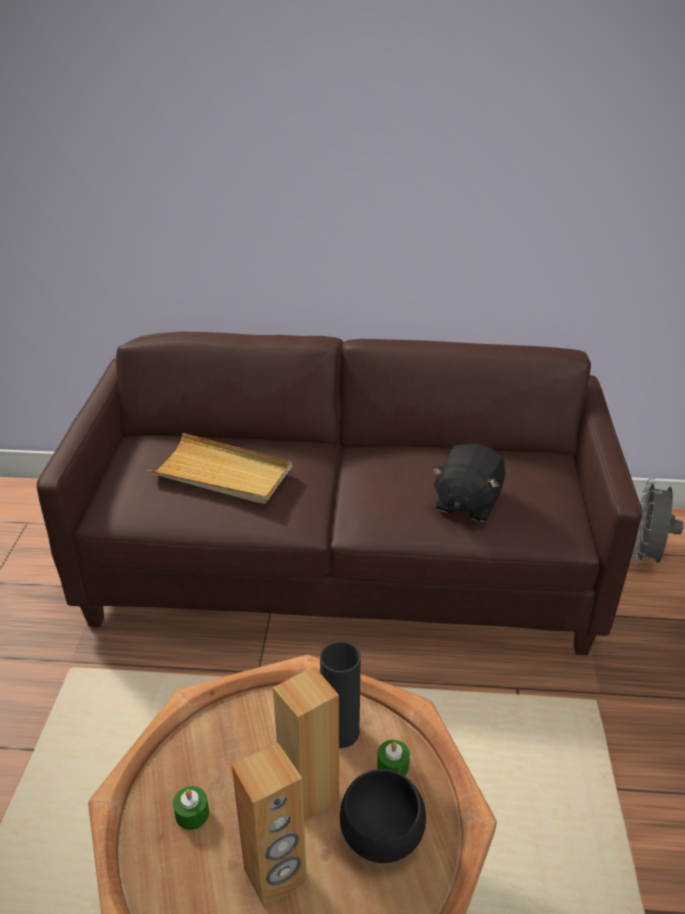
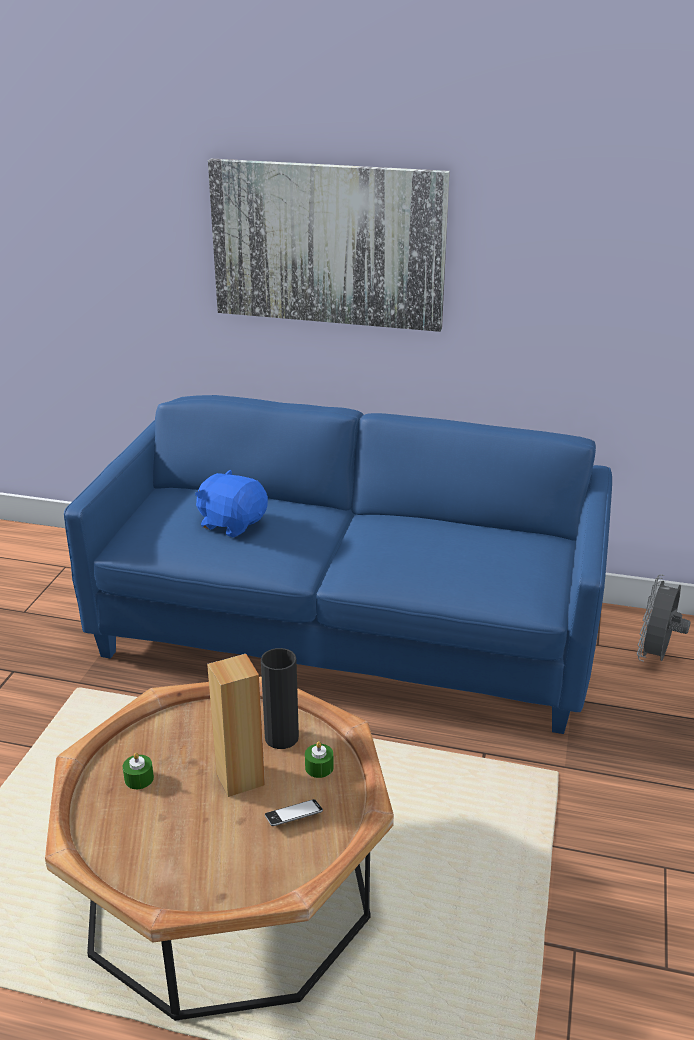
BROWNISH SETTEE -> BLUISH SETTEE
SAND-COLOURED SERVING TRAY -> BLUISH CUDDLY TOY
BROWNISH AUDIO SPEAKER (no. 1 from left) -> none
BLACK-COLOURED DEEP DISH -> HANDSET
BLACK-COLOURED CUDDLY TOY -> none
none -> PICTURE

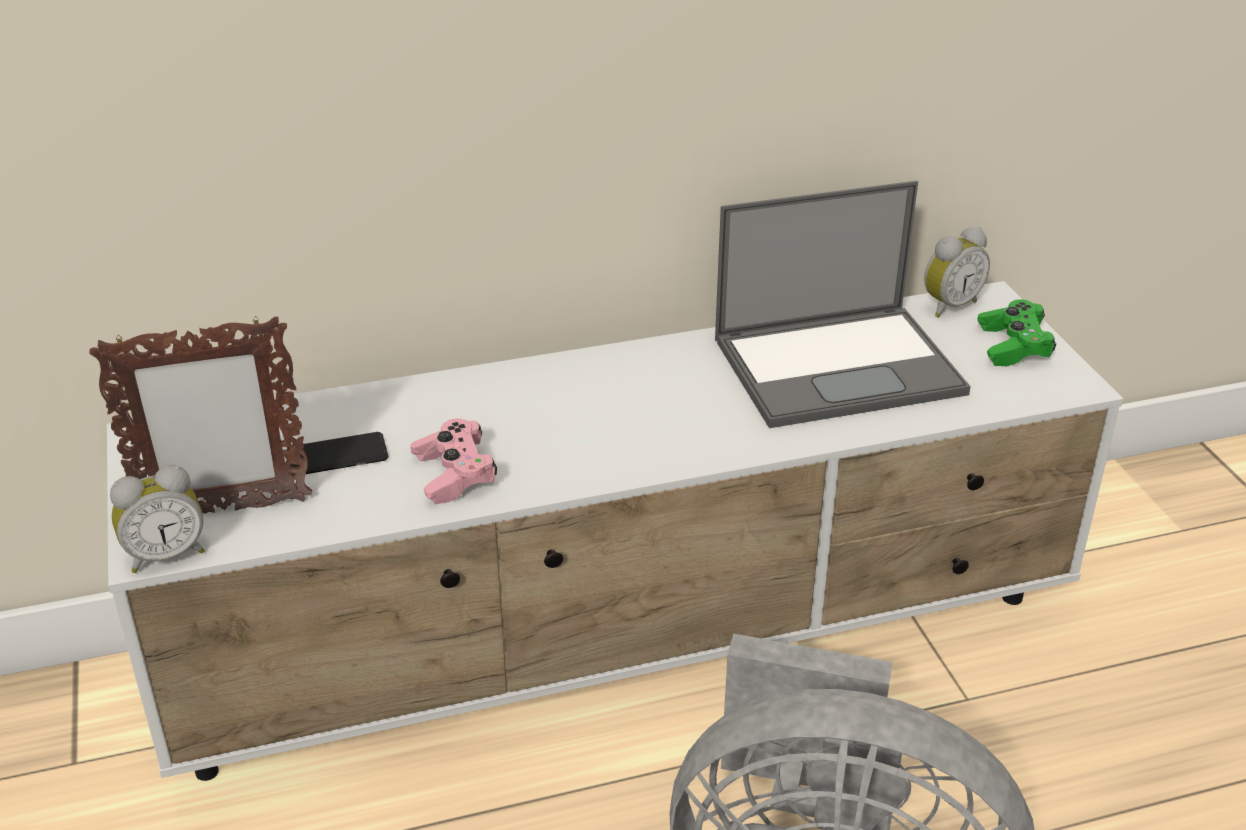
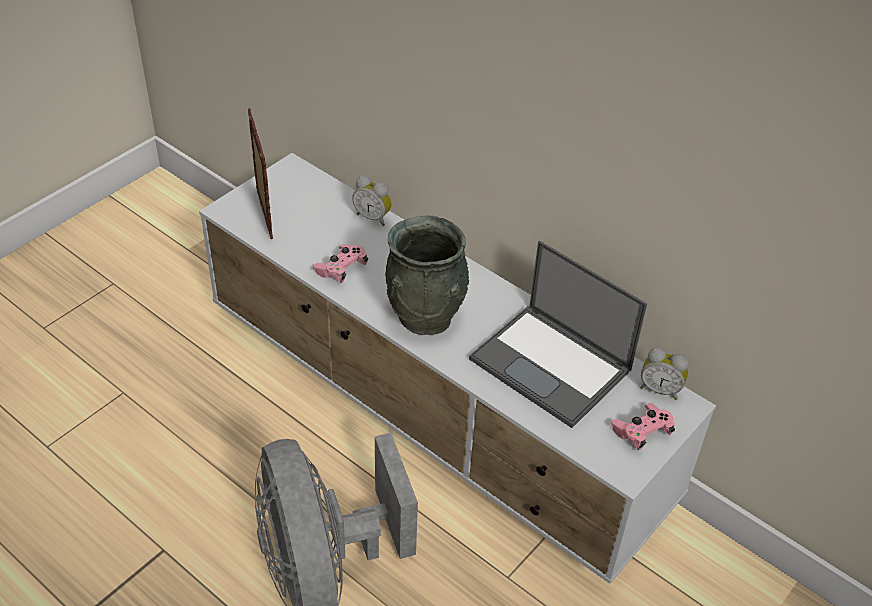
PHOTO FRAME, 150 degrees counterclockwise
TABLE CLOCK (no. 1 from left), relocated
HANDSET -> none
GREEN-COLOURED JOYPAD -> PINKISH JOYPAD (no. 2 from left)
none -> GRAY FLOWER VASE

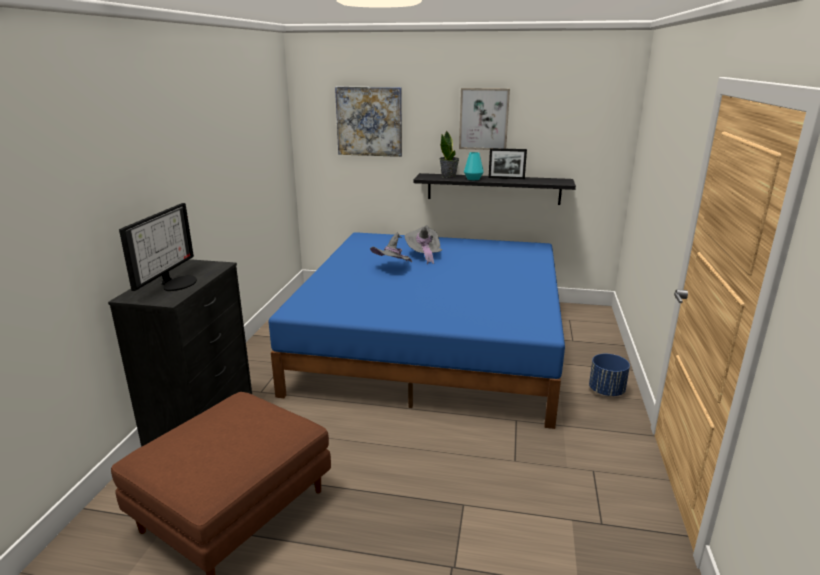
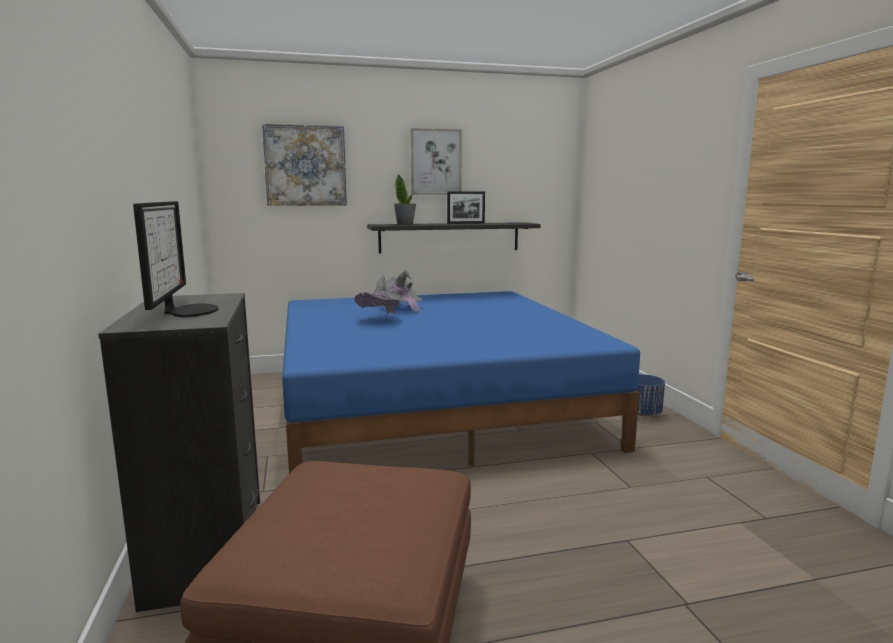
TURQUOISE-COLOURED FLOWER VASE -> none

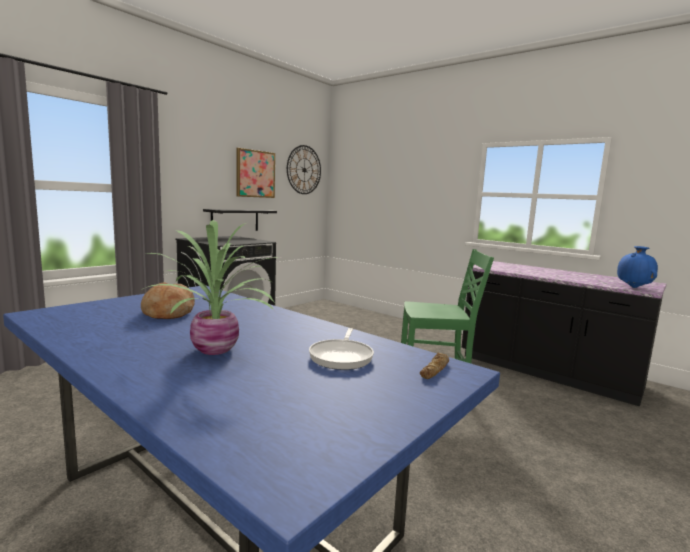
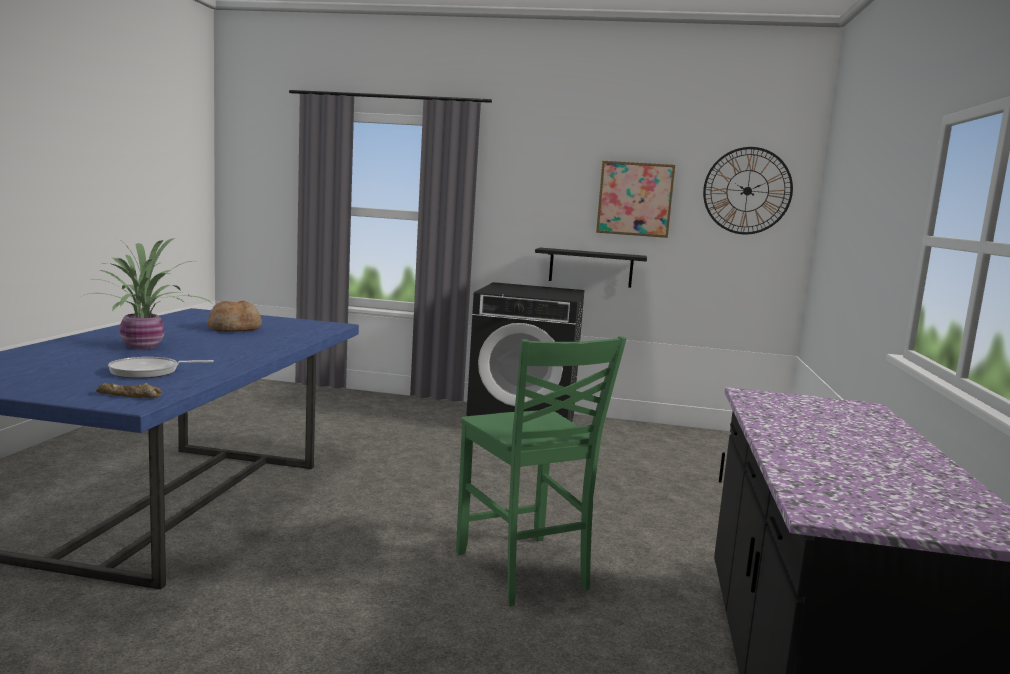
BLUISH FLOWER VASE -> none

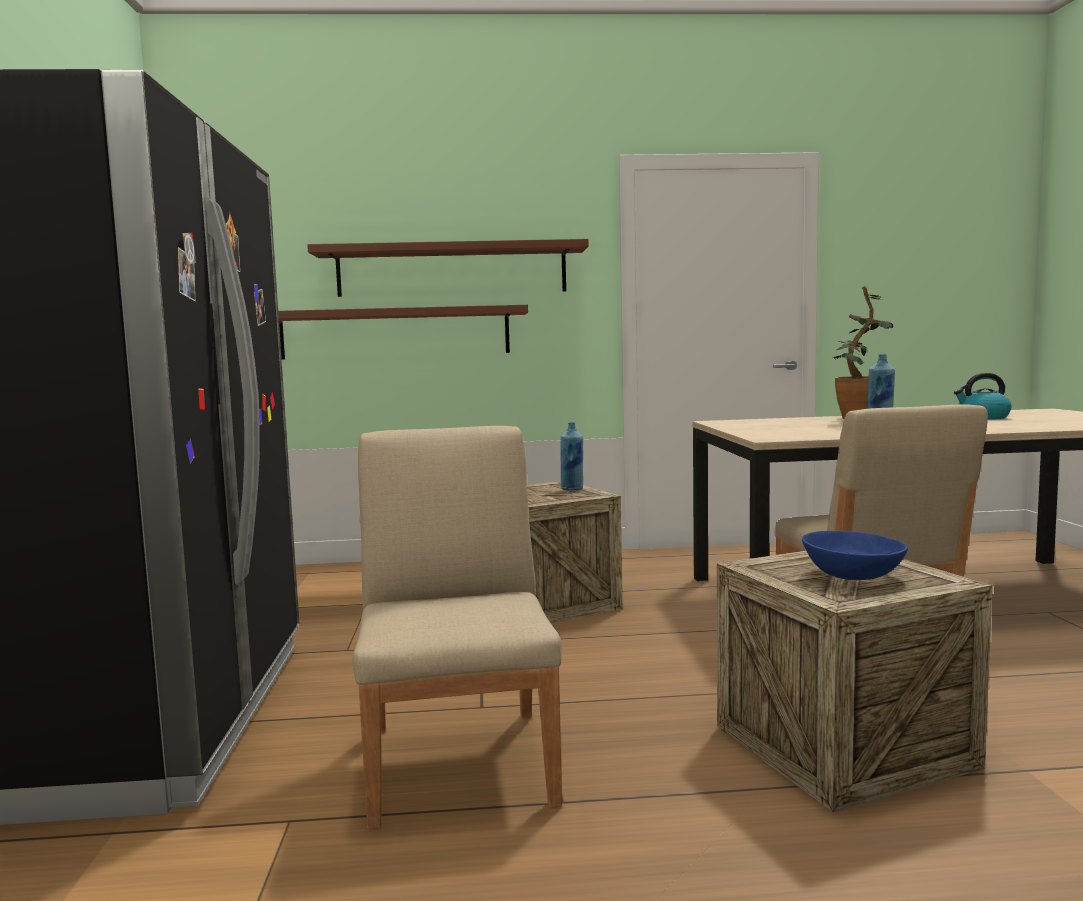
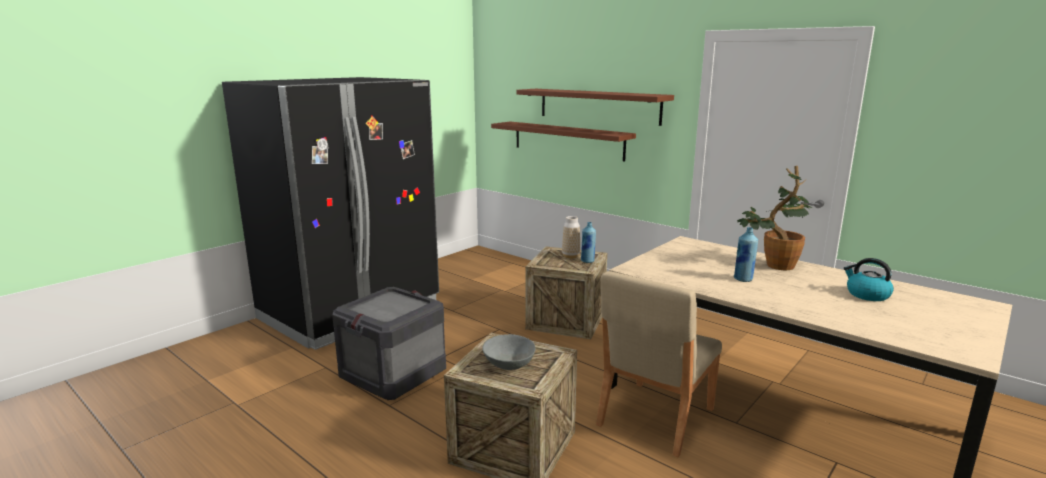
SAND-COLOURED PLAIN CHAIR (no. 1 from left) -> PACKING CRATE (no. 1 from left)
BLUISH DEEP DISH -> GRAY DEEP DISH
none -> FLOWER VASE

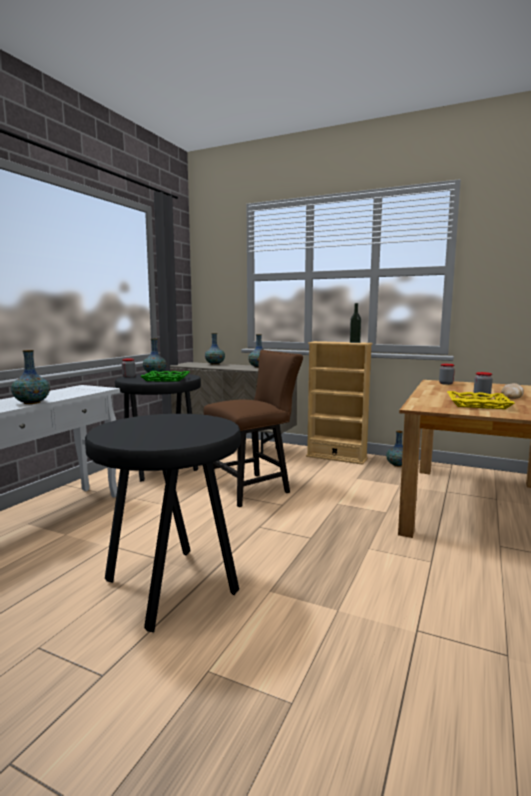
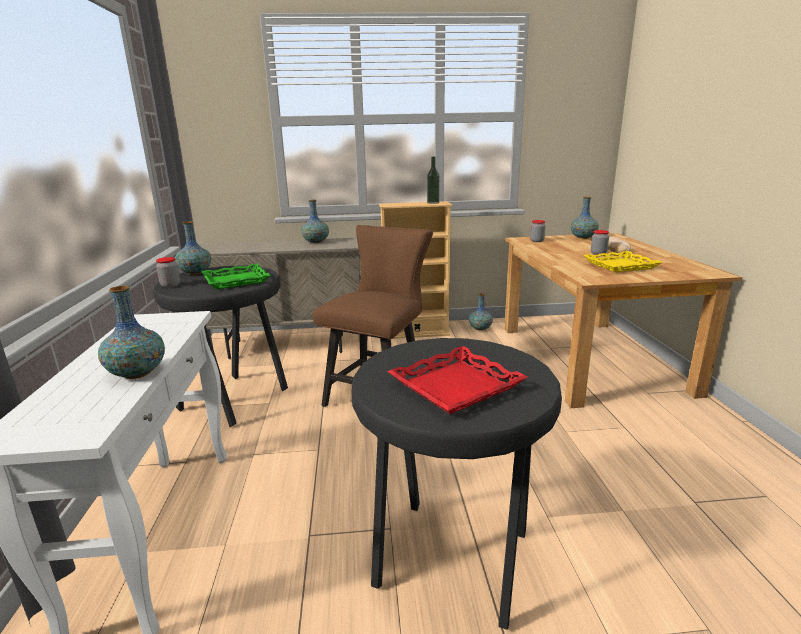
FLOWER VASE (no. 3 from left in the first image) -> FLOWER VASE (no. 5 from left), relocated
none -> RED SERVING TRAY

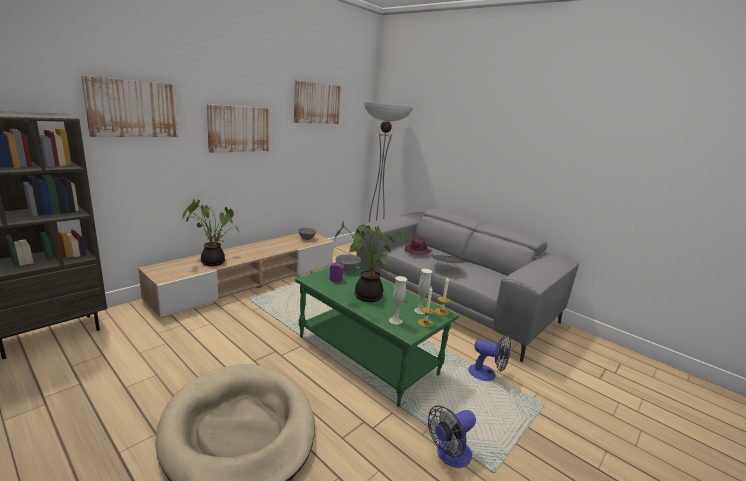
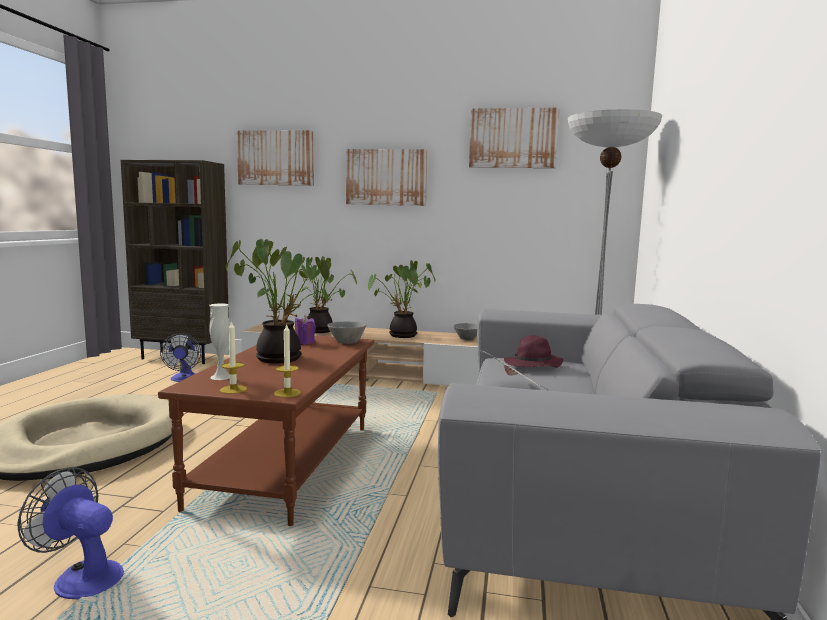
GREEN-COLOURED COFFEE TABLE -> BROWNISH COFFEE TABLE
WHITISH FLOWER VASE (no. 2 from left) -> none
ELECTRIC FAN (no. 2 from left), relocated
none -> HOUSEPLANT (no. 3 from left)

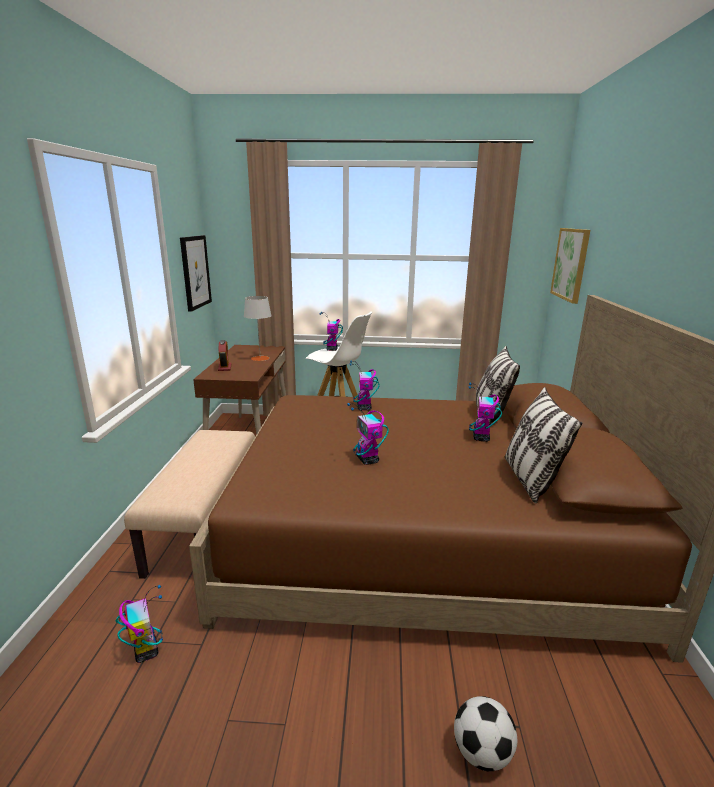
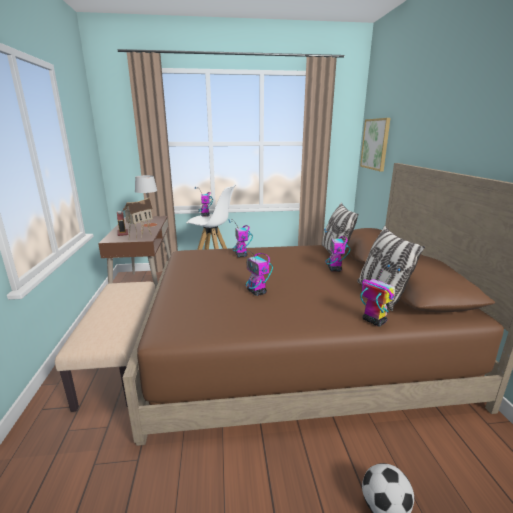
ROBOT FIGURE (no. 1 from left in the first image) -> ROBOT FIGURE (no. 5 from left), relocated
PICTURE (no. 1 from left) -> none
none -> MODEL HOUSE

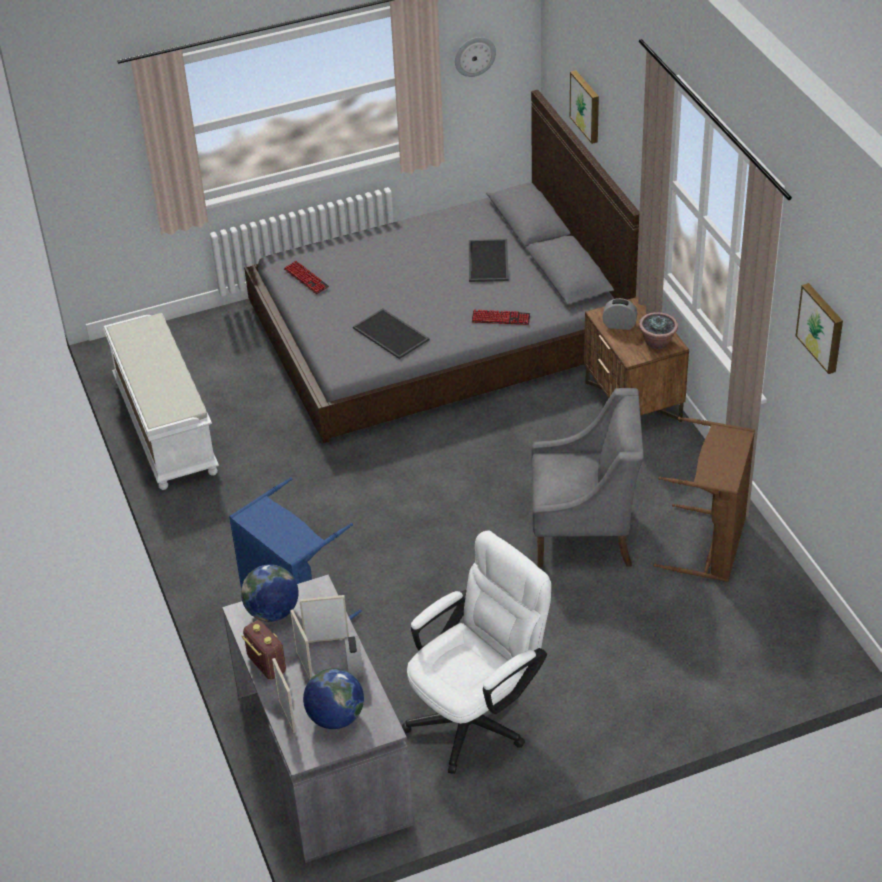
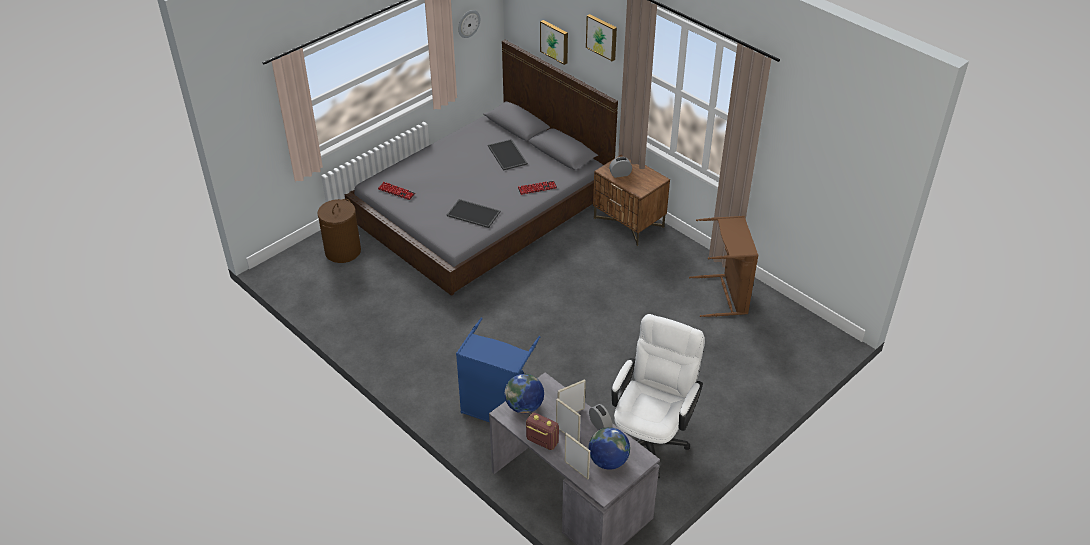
WHITISH BENCH -> none
GRAY EASY CHAIR -> none
HOUSEPLANT -> none
PICTURE (no. 2 from left), relocated
none -> BROWNISH LAUNDRY BASKET (no. 1 from left)

